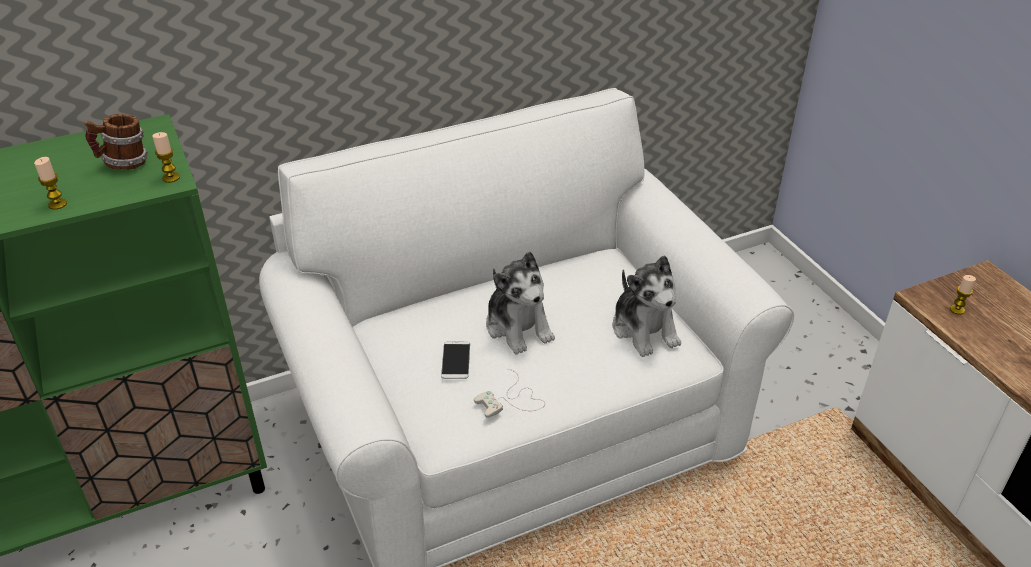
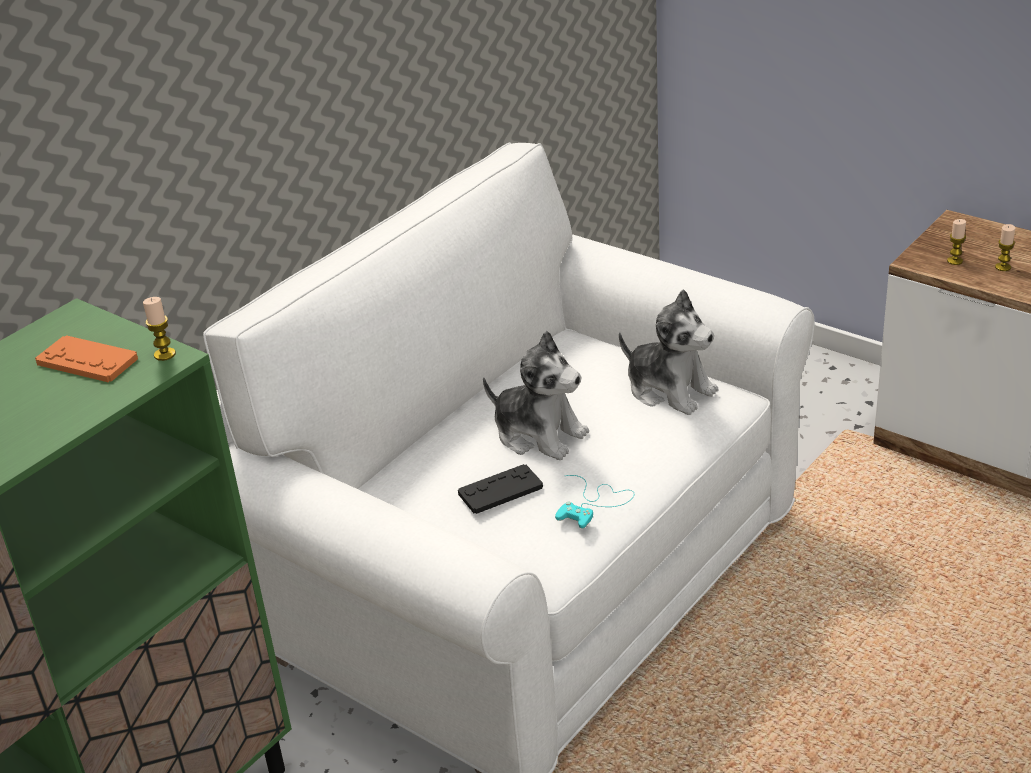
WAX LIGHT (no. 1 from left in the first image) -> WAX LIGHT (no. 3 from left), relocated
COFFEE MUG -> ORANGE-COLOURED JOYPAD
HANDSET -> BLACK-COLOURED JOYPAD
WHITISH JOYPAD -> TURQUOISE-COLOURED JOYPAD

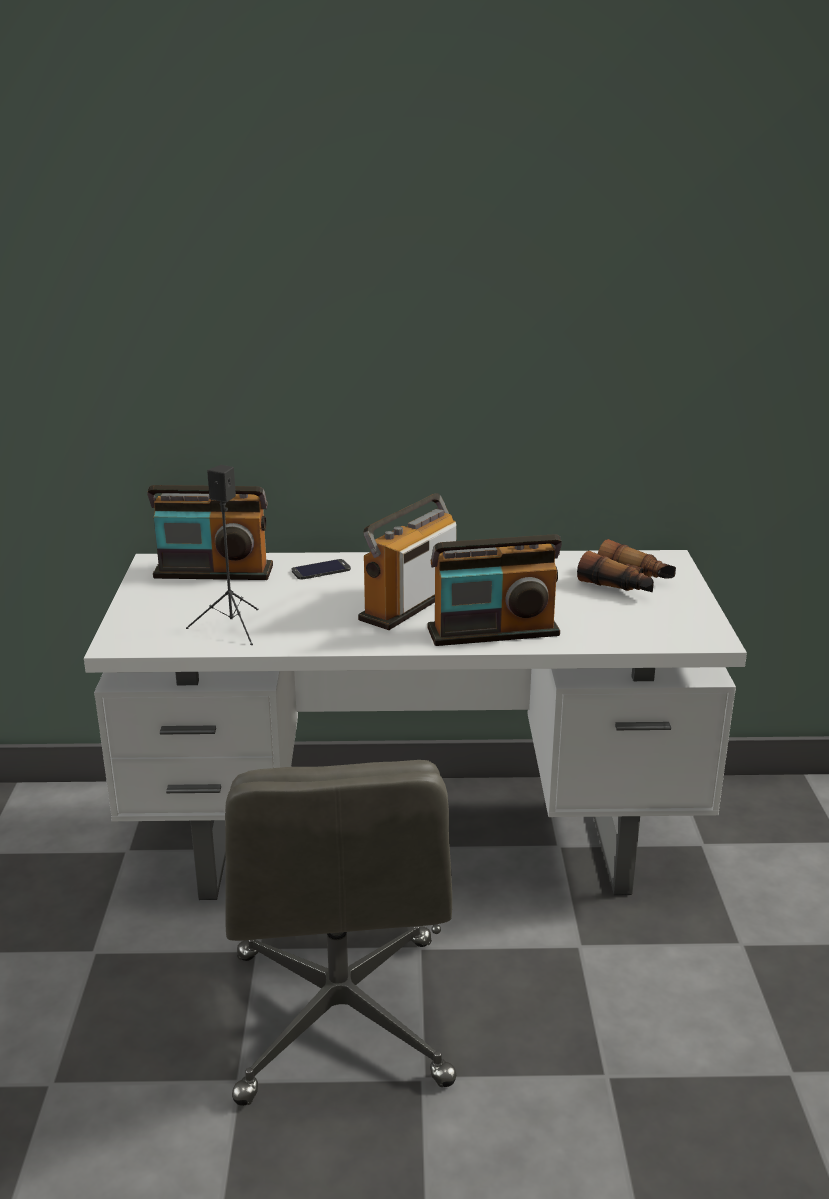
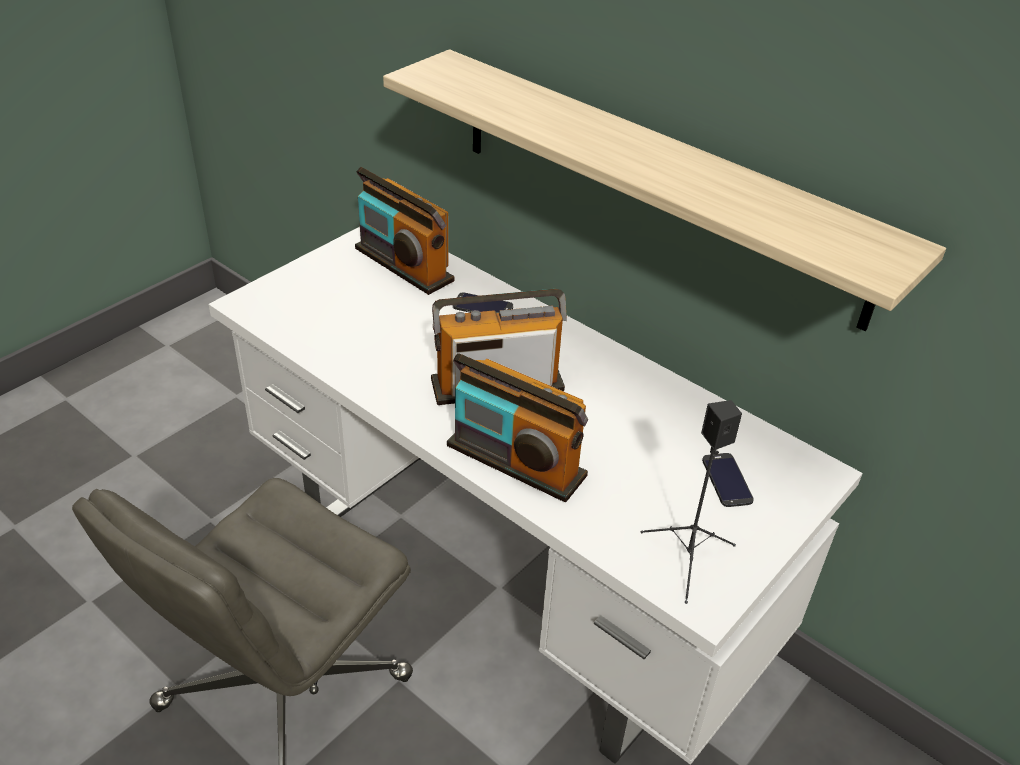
BLACK-COLOURED AUDIO SPEAKER, relocated
PAIR OF BINOCULARS -> HANDSET (no. 2 from left)
none -> WALL SHELF

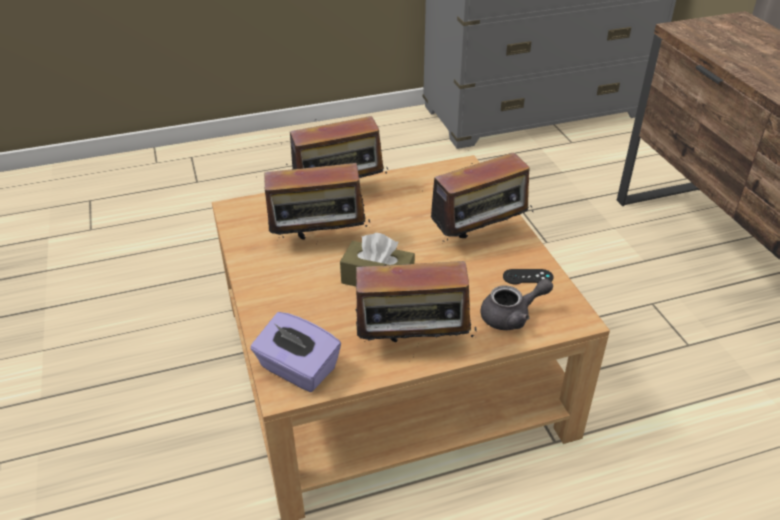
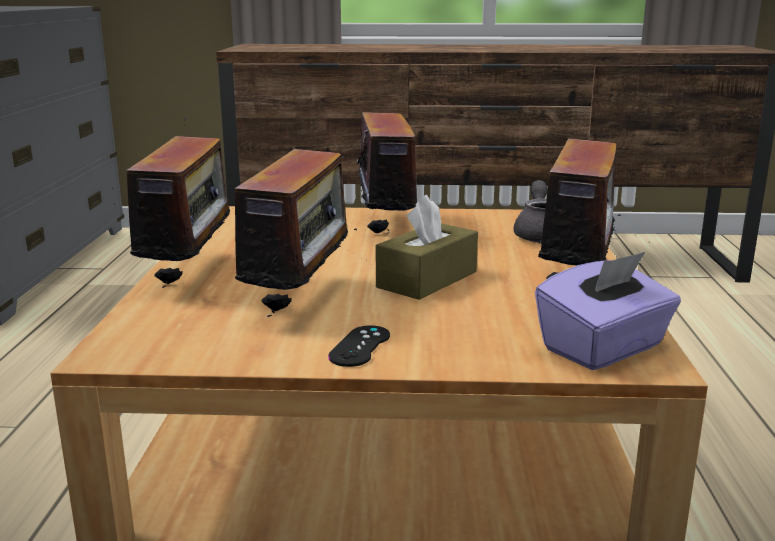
BLACK-COLOURED JOYPAD, relocated

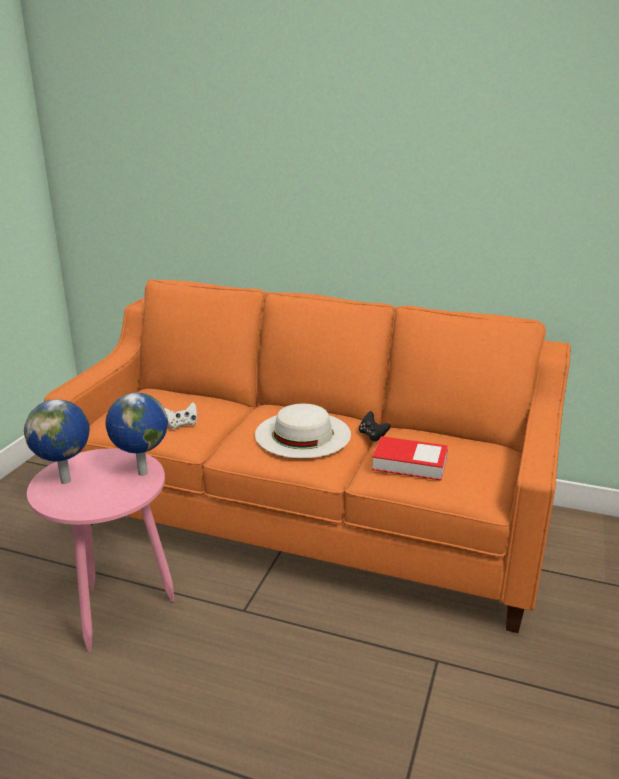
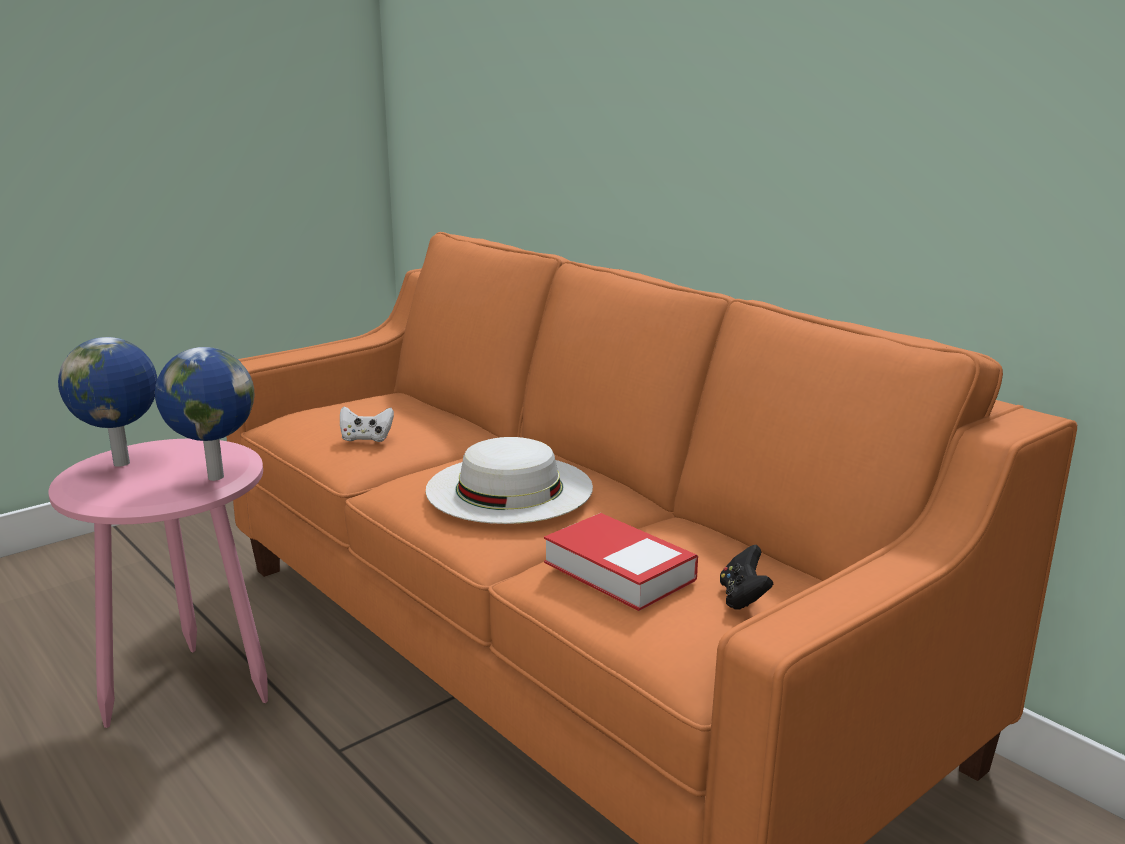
BLACK-COLOURED JOYPAD, relocated

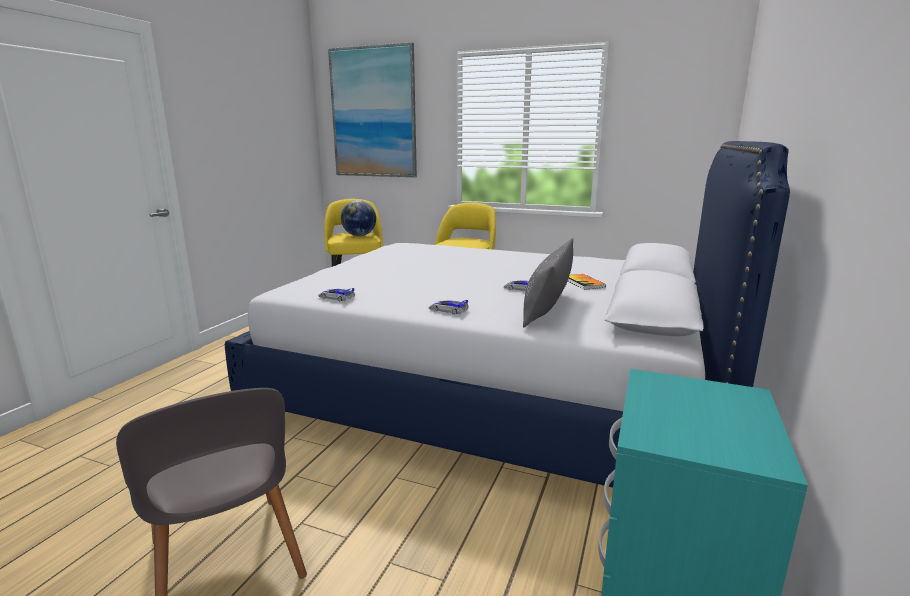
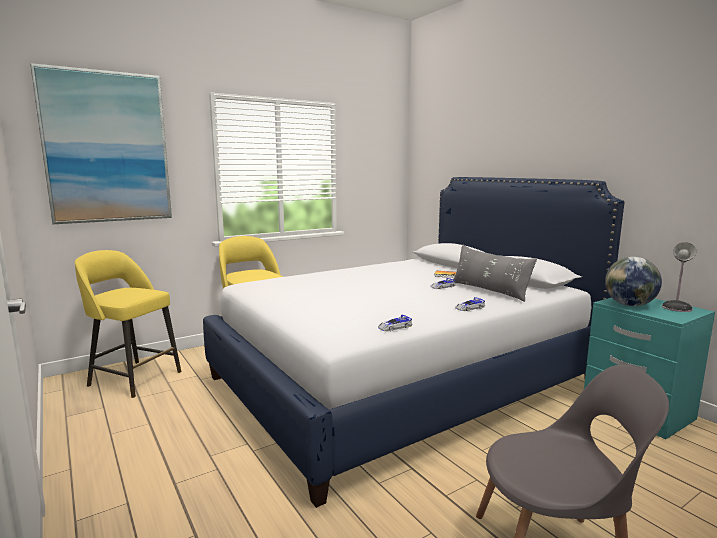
DESK GLOBE, relocated
none -> LAMP FOR A TABLE

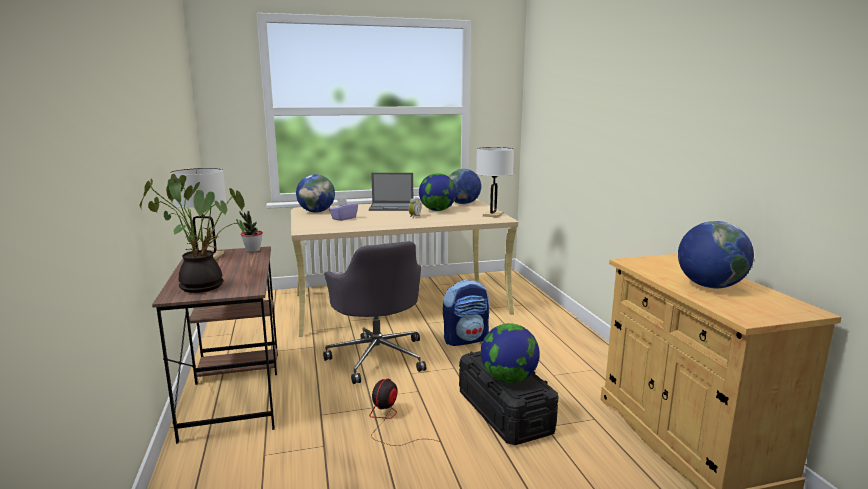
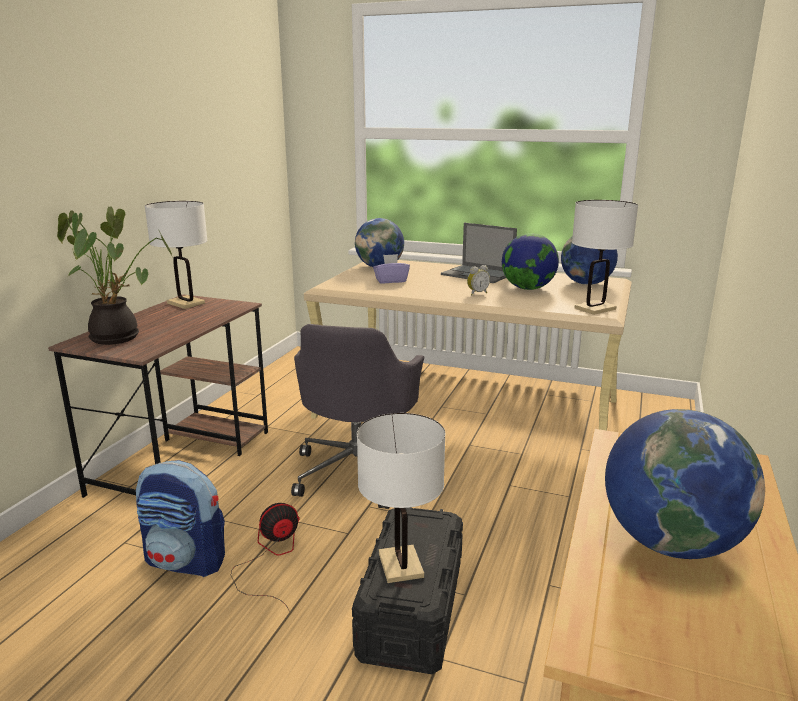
HOUSEPLANT (no. 2 from left) -> none
RUCKSACK, relocated
DESK GLOBE (no. 4 from left) -> WHITISH LAMP FOR A TABLE (no. 2 from left)

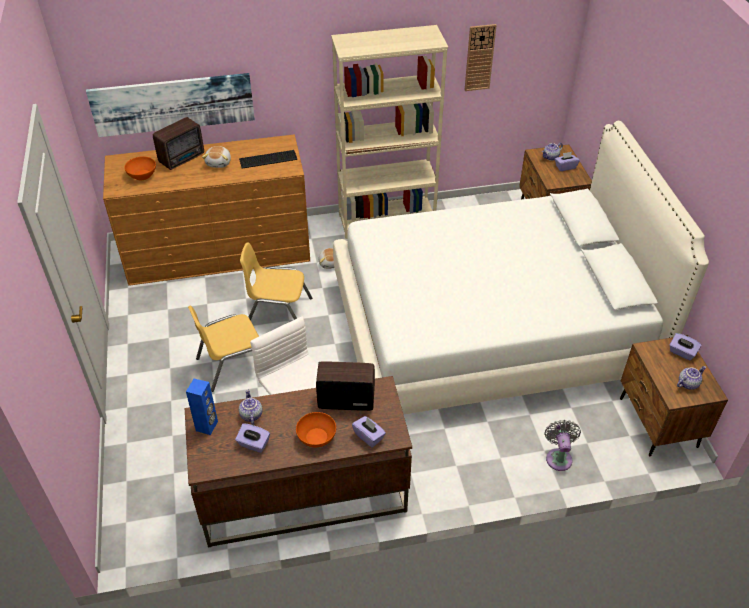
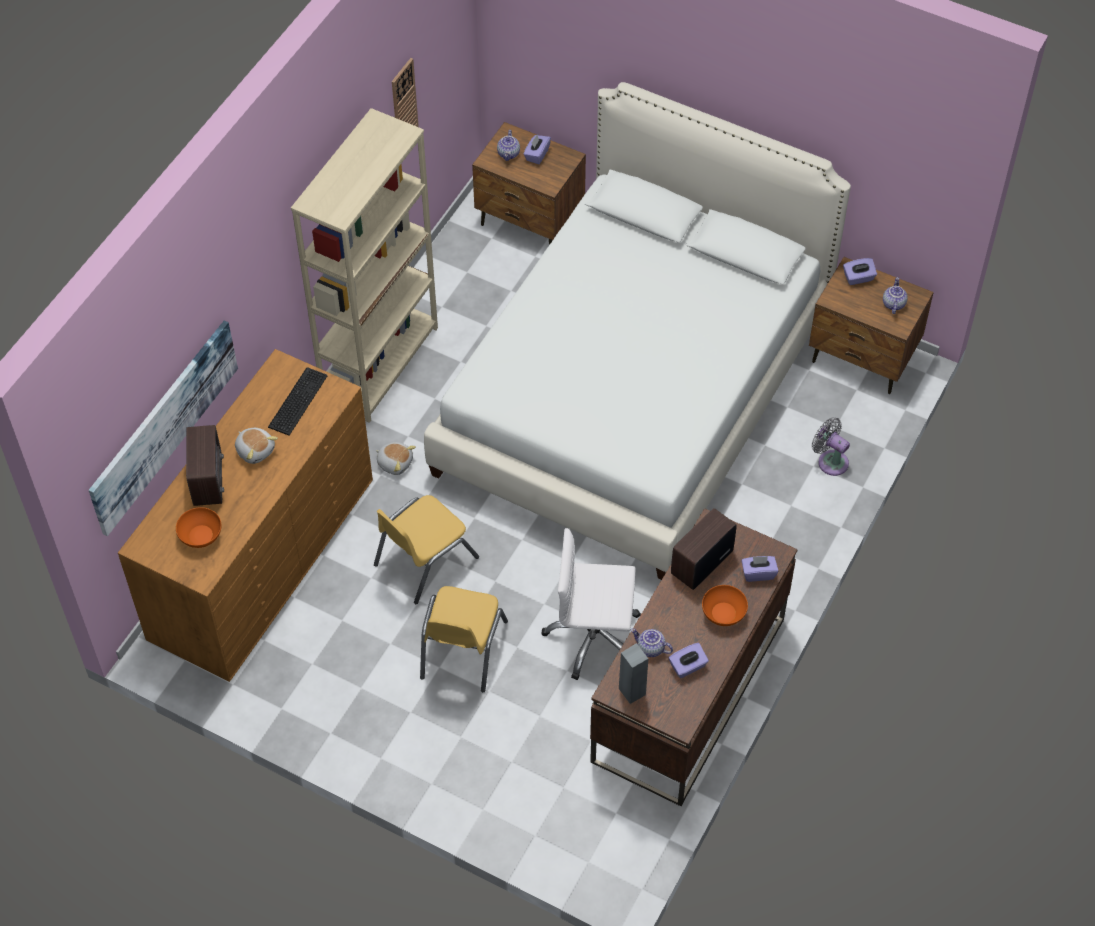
BLUISH AUDIO SPEAKER -> GRAY AUDIO SPEAKER

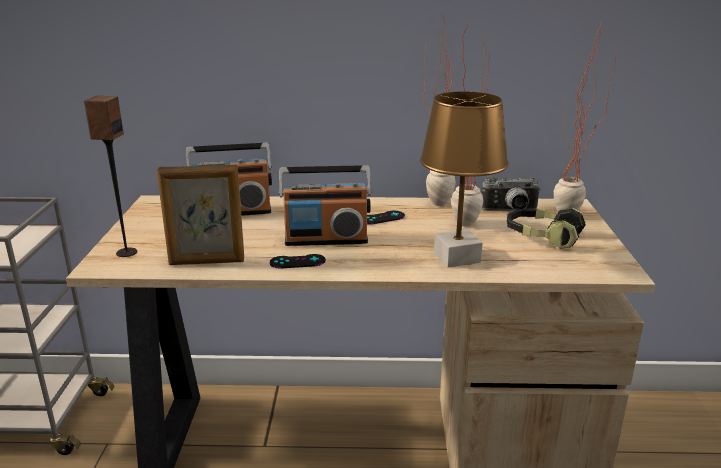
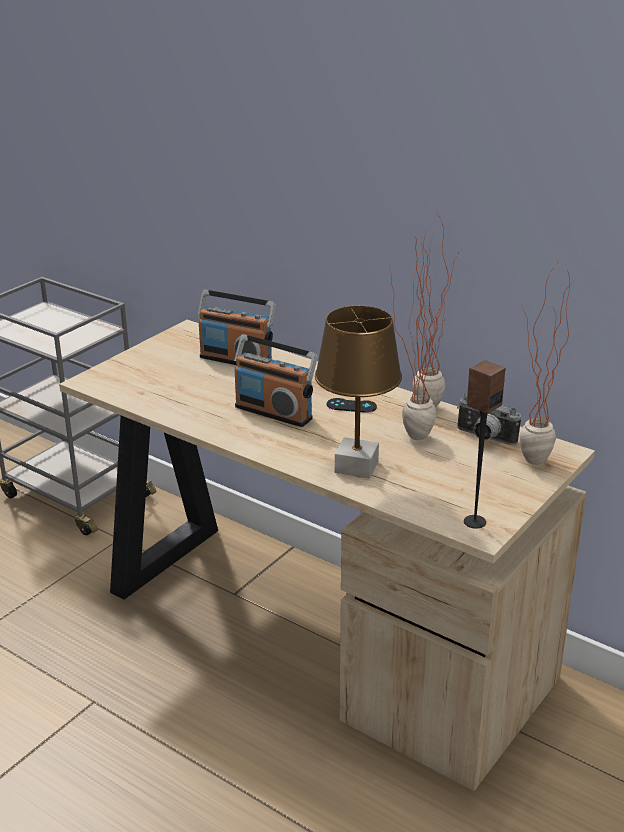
AUDIO SPEAKER, relocated
PHOTO FRAME -> none
BLACK-COLOURED JOYPAD (no. 1 from left) -> none
PAIR OF HEADPHONES -> none

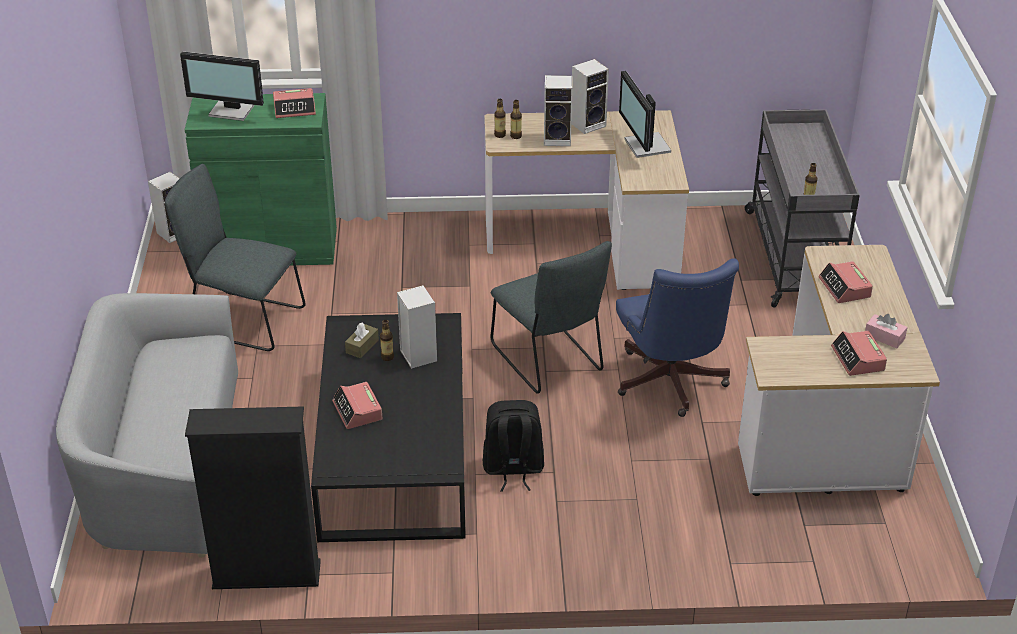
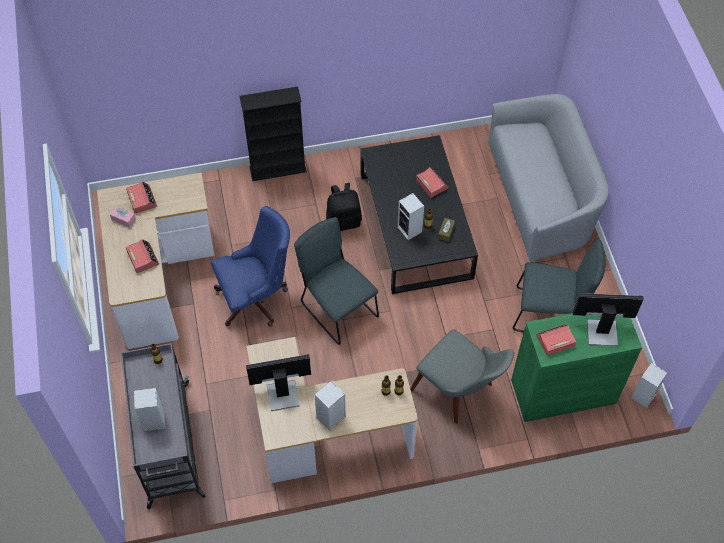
BLACK-COLOURED BOOKCASE, relocated
AUDIO SPEAKER (no. 3 from left in the first image) -> AUDIO SPEAKER (no. 1 from left), relocated
BLUISH OFFICE CHAIR, 90 degrees clockwise
COMPUTER SCREEN (no. 2 from left in the first image) -> COMPUTER SCREEN (no. 1 from left), 75 degrees counterclockwise
none -> GRAY PLAIN CHAIR (no. 2 from left)

